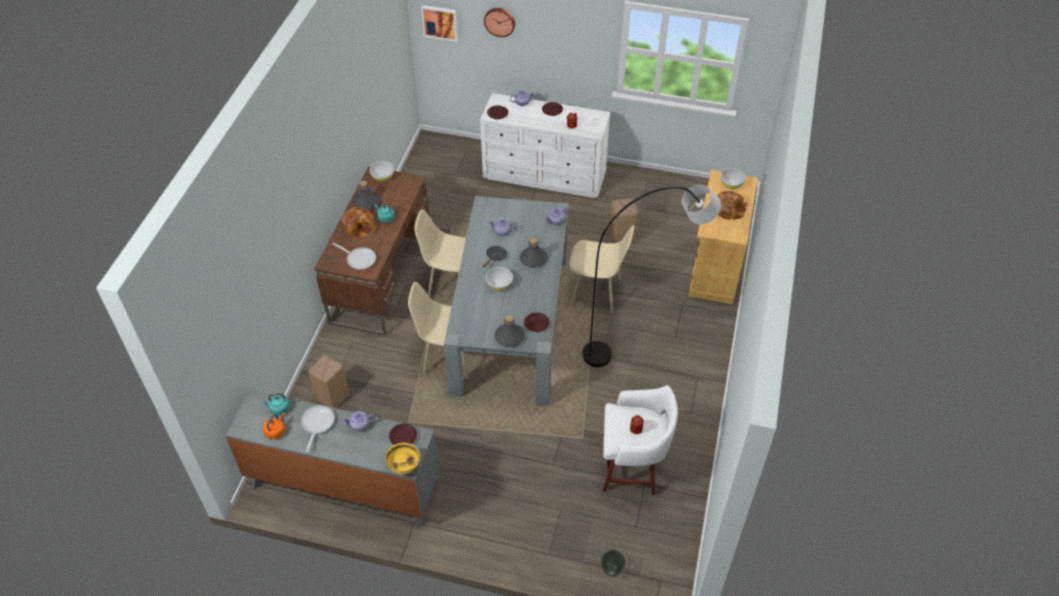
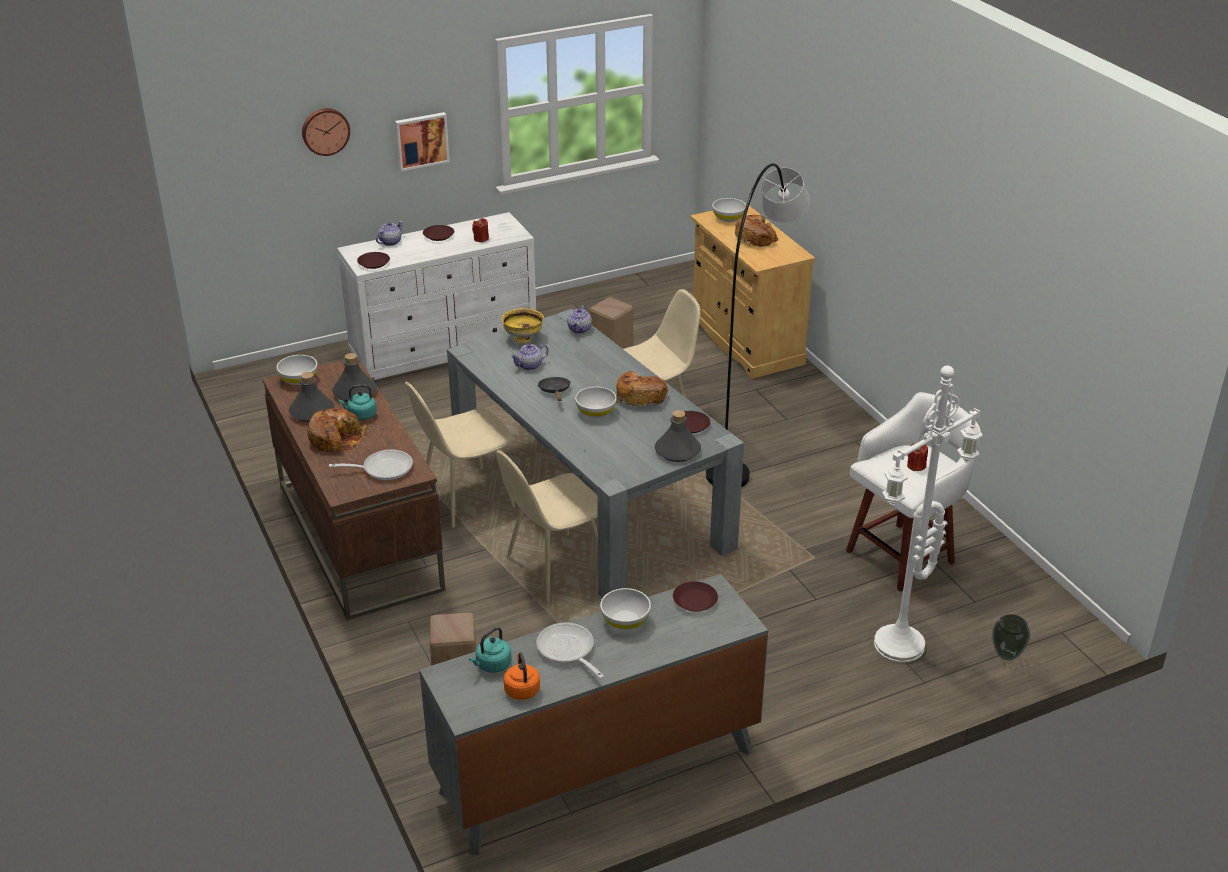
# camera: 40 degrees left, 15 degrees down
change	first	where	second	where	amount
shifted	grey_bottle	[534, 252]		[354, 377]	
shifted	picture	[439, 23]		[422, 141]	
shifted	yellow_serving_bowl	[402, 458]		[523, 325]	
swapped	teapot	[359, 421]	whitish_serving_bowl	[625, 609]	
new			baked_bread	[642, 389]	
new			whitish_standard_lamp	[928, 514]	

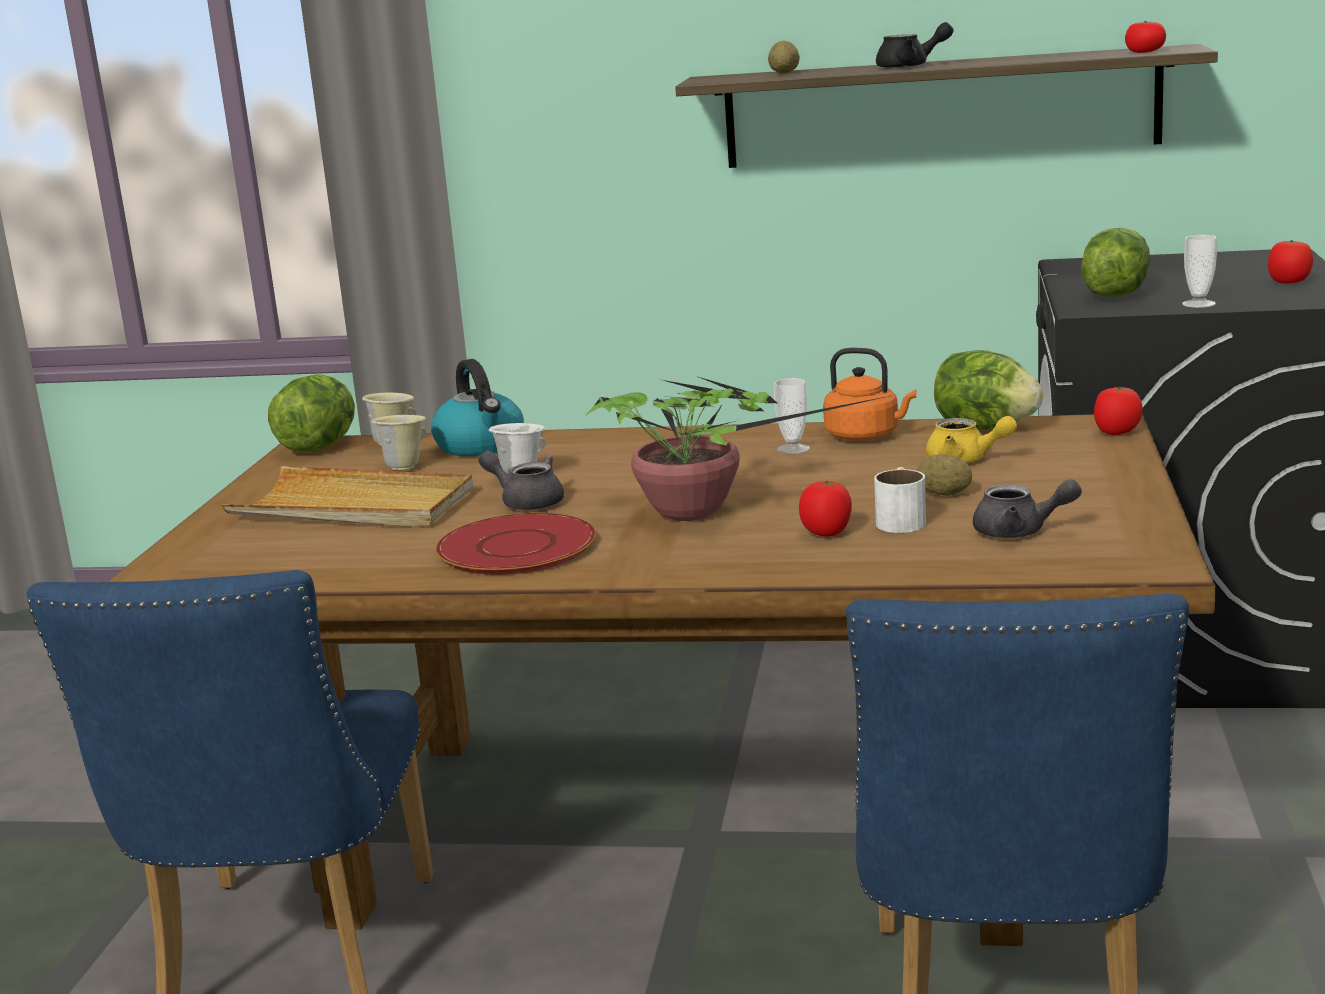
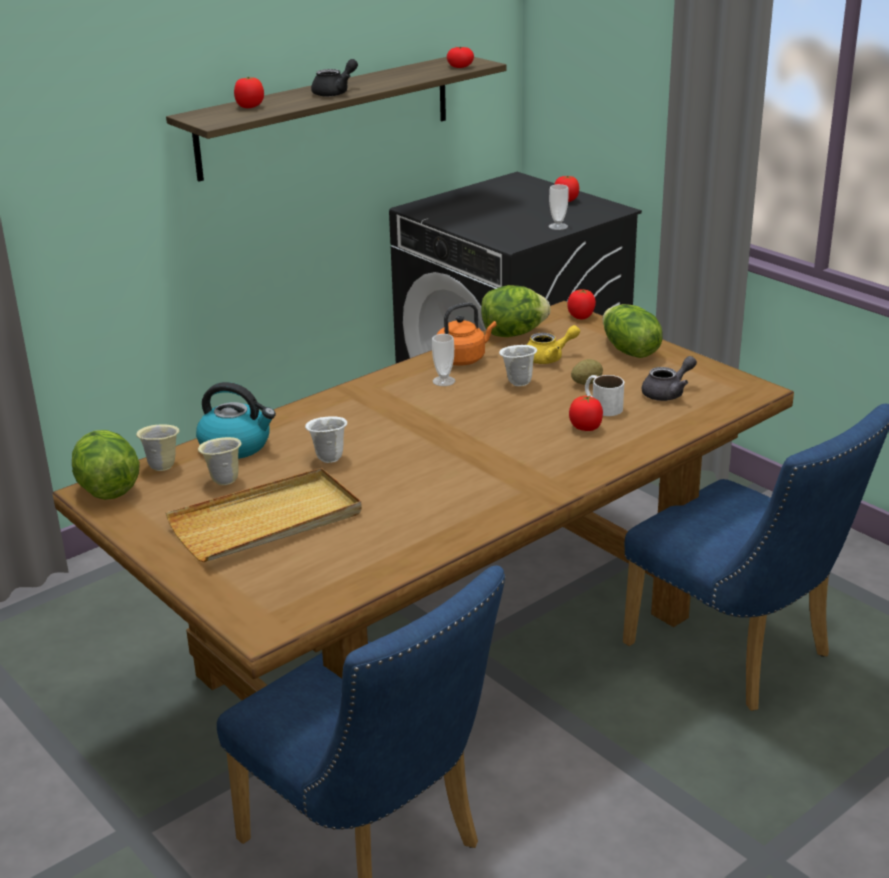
# camera: 50 degrees left, 10 degrees up
change	first	where	second	where	amount
swapped	spud	[784, 57]	tomato	[249, 92]	
new			whitish_tea_mug	[518, 365]	
shifted	head_of_lettuce	[1115, 262]		[633, 331]	
gone	red-coloured_dinner_plate	[516, 544]			
gone	grey_teapot	[521, 480]			
gone	houseplant	[739, 449]			

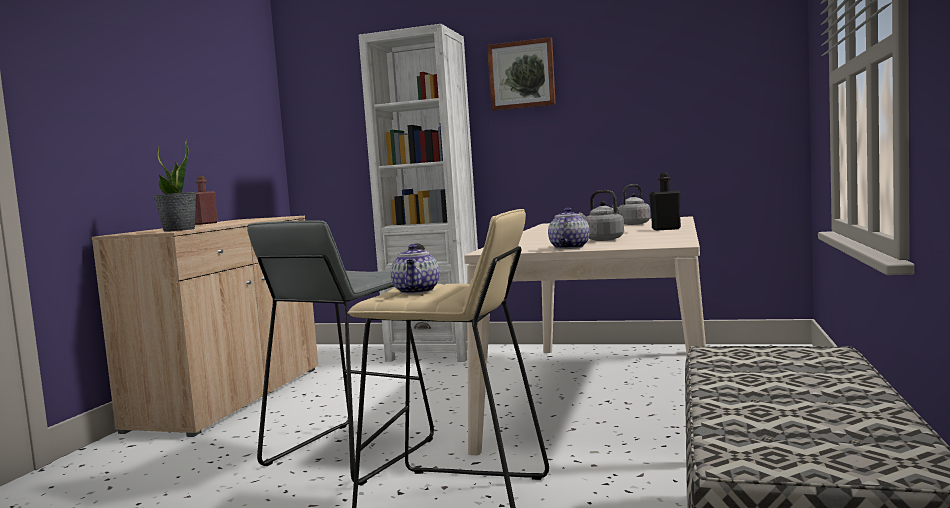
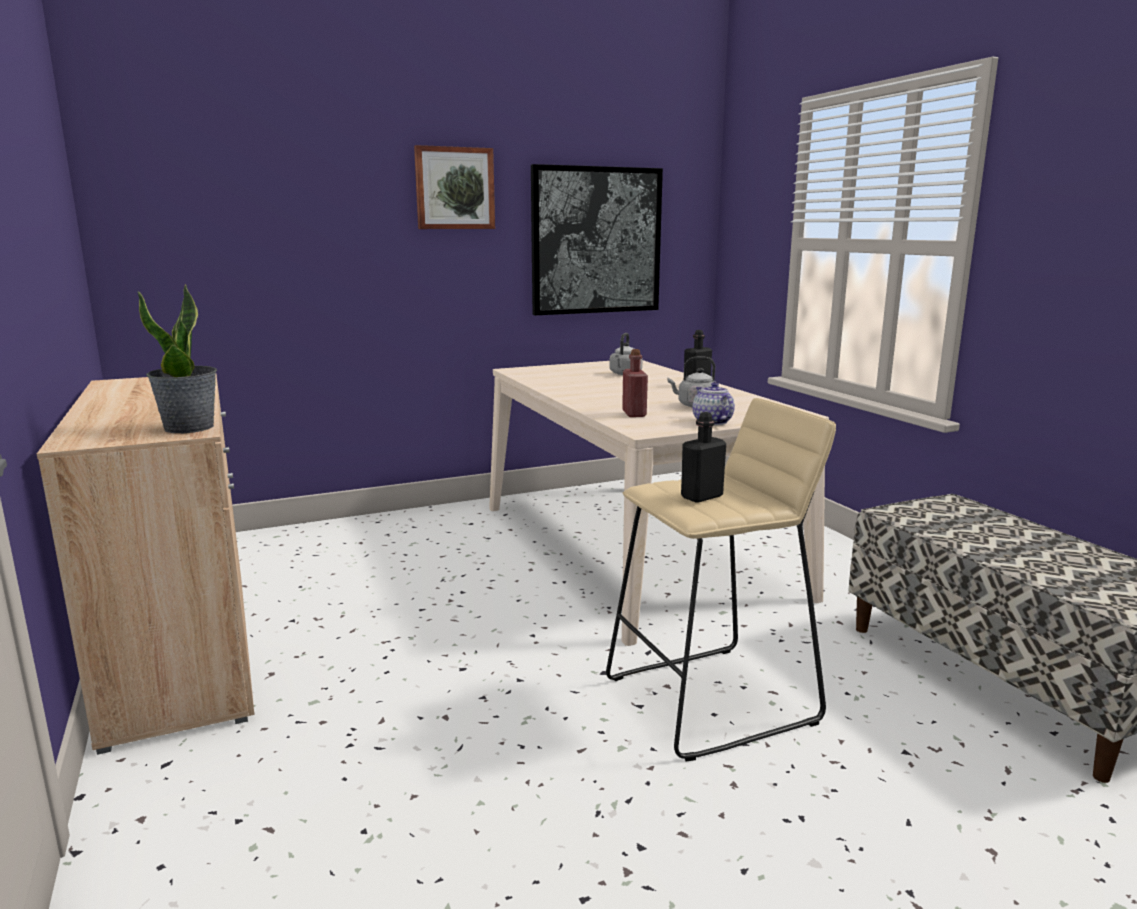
# camera: 40 degrees left, 10 degrees up
change	first	where	second	where	amount
new			picture	[597, 240]	
shifted	red-coloured_bottle	[206, 200]		[635, 383]	
swapped	teapot	[415, 269]	black-coloured_bottle	[703, 457]	
gone	grey_sitting_stool	[340, 353]			
gone	whitish_bookcase	[418, 193]			

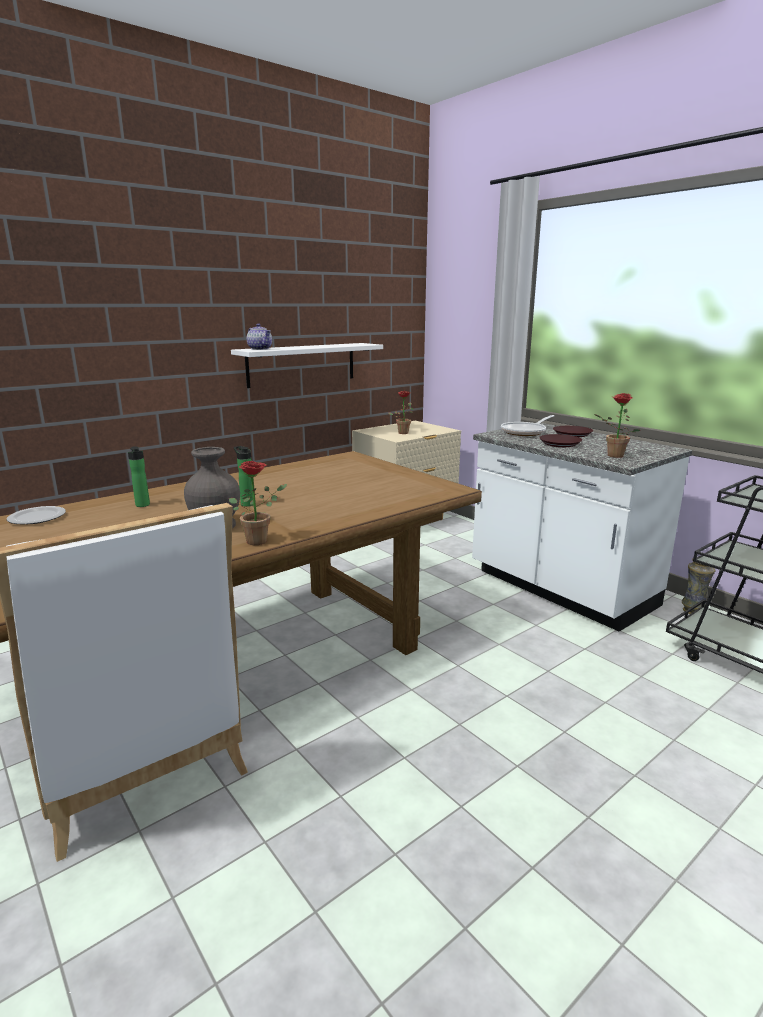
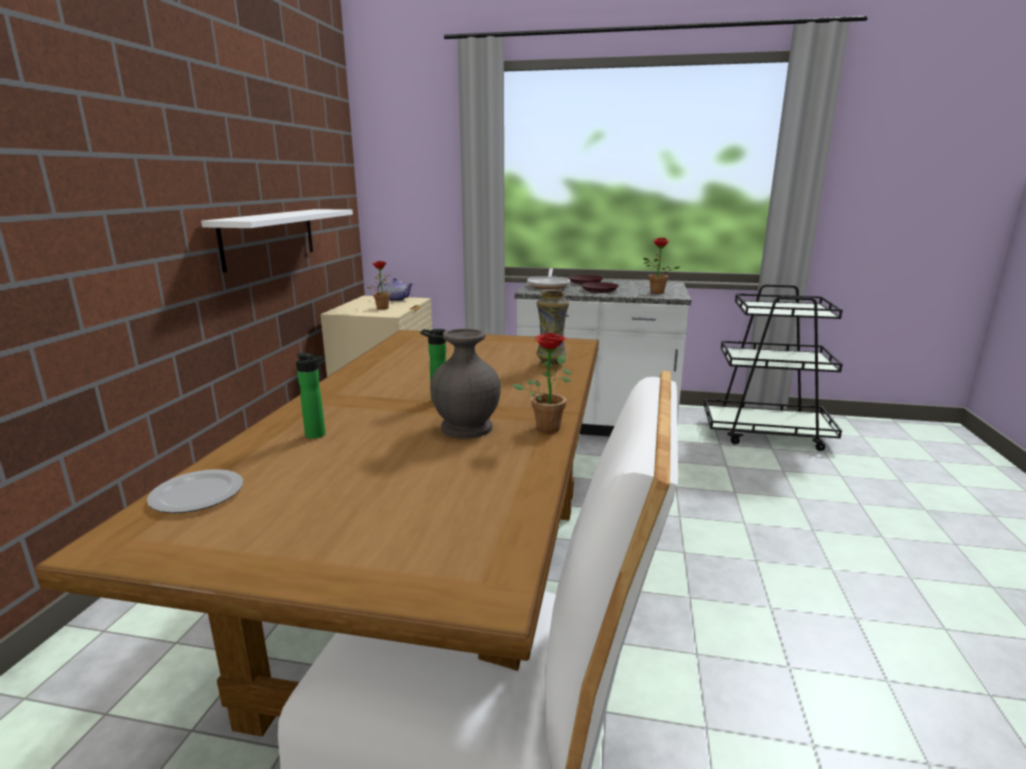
# camera: 40 degrees left, 0 degrees up
change	first	where	second	where	amount
shifted	teapot	[259, 337]		[395, 289]	
shifted	flower_vase	[698, 586]		[552, 329]	

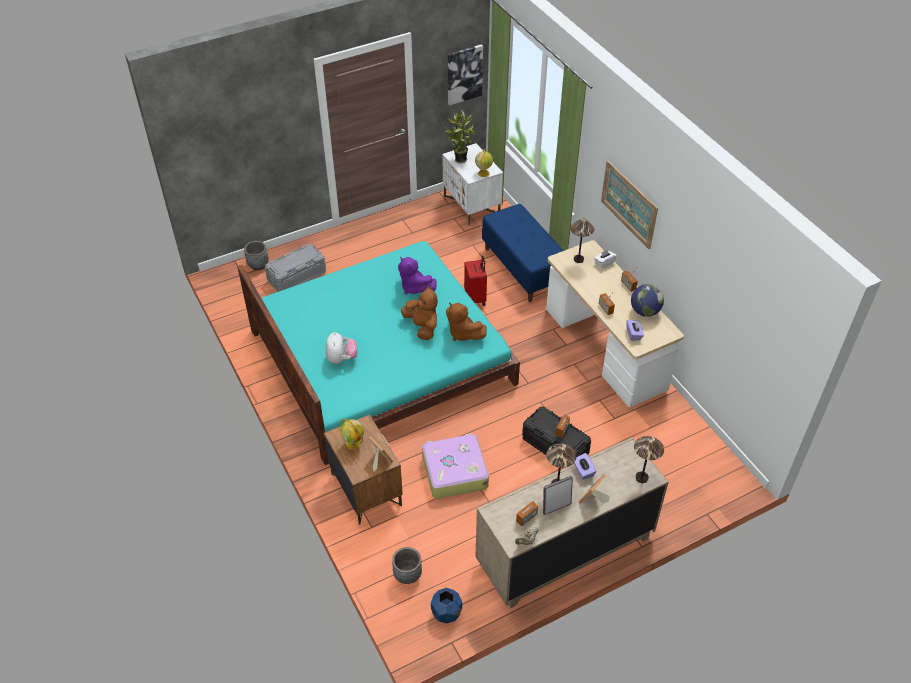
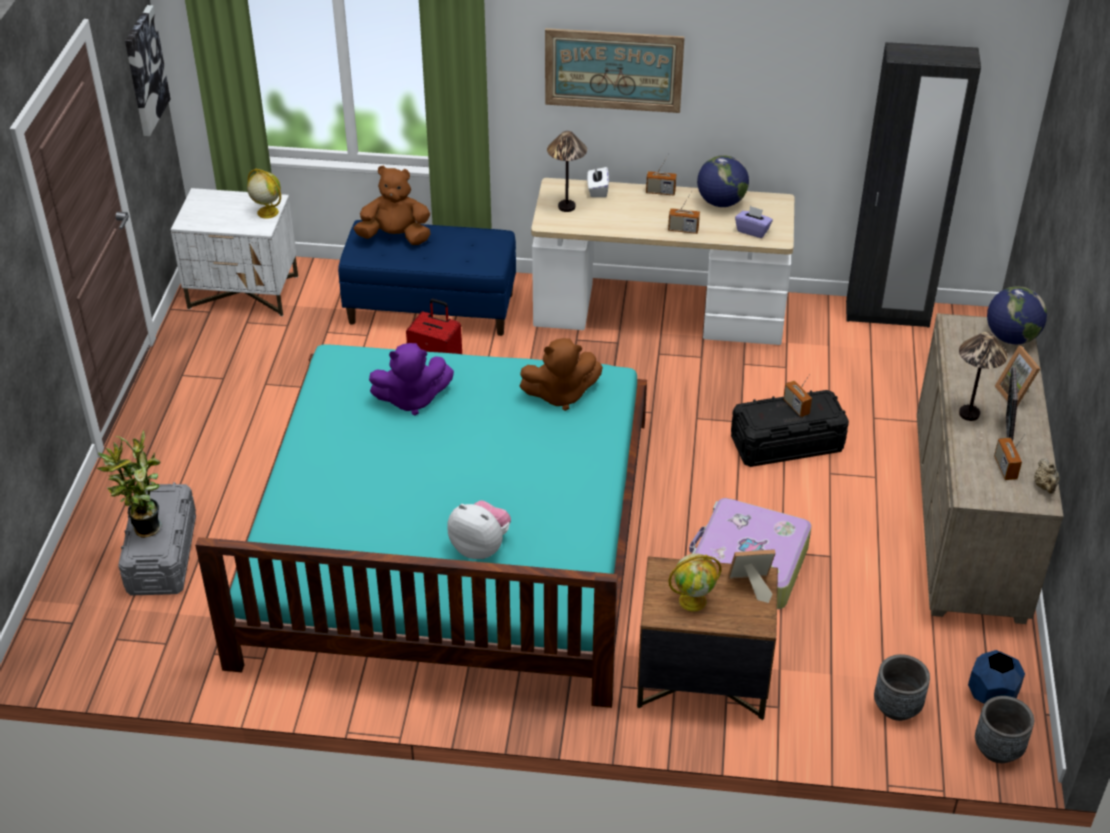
# camera: 55 degrees left, 5 degrees down
change	first	where	second	where	amount
shifted	houseplant	[460, 136]		[129, 483]	
shifted	brown_plush_toy	[419, 312]		[392, 205]	
new			black-coloured_wardrobe	[913, 185]	
shifted	grey_planter	[256, 255]		[1004, 729]	
swapped	lamp_for_a_table	[649, 459]	globe	[1017, 315]	
gone	purplish_box_of_tissues	[585, 466]			

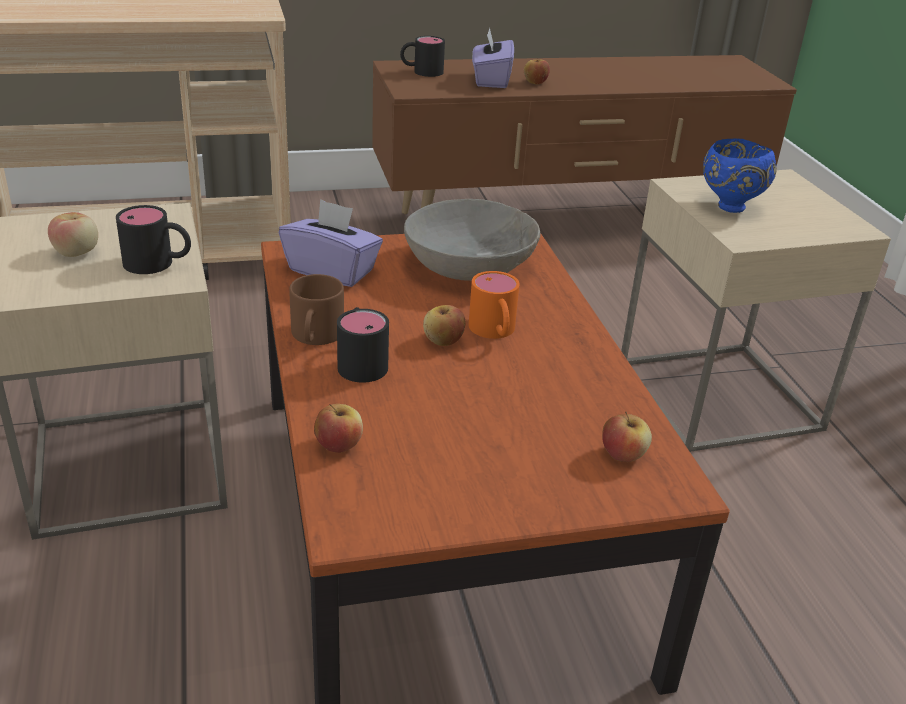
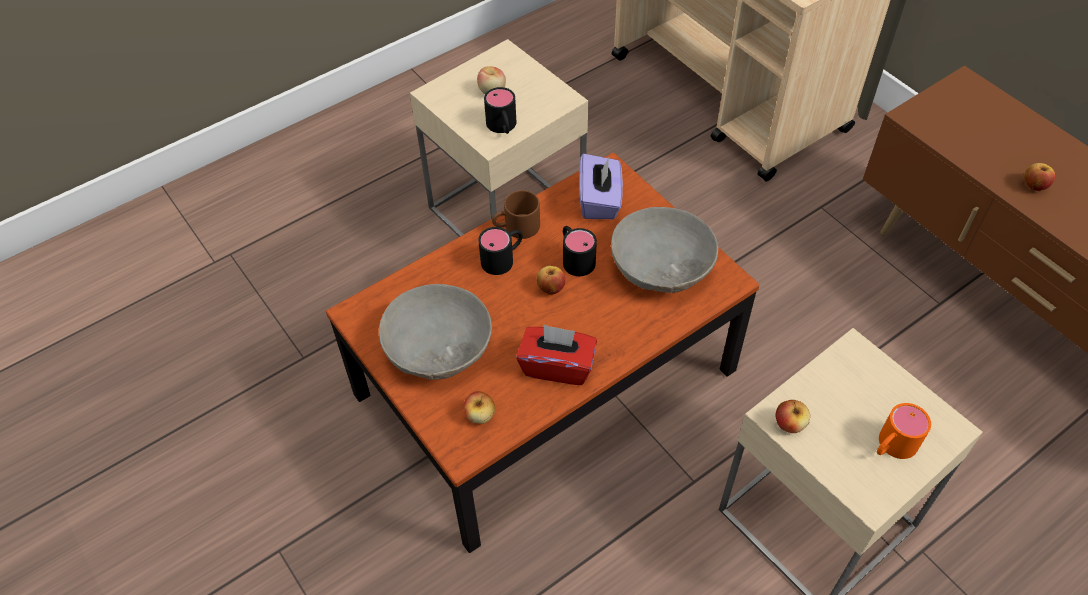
# camera: 70 degrees right, 20 degrees up
change	first	where	second	where	amount
new			grey_serving_bowl	[435, 332]	
new			red-coloured_box_of_tissues	[556, 354]	
shifted	black-coloured_tea_mug	[422, 56]		[580, 251]	
shifted	apple_fruit	[338, 428]		[792, 416]	
shifted	orange_tea_mug	[494, 305]		[904, 431]	
gone	purplish_box_of_tissues	[493, 57]			
gone	bluish_serving_bowl	[740, 175]			

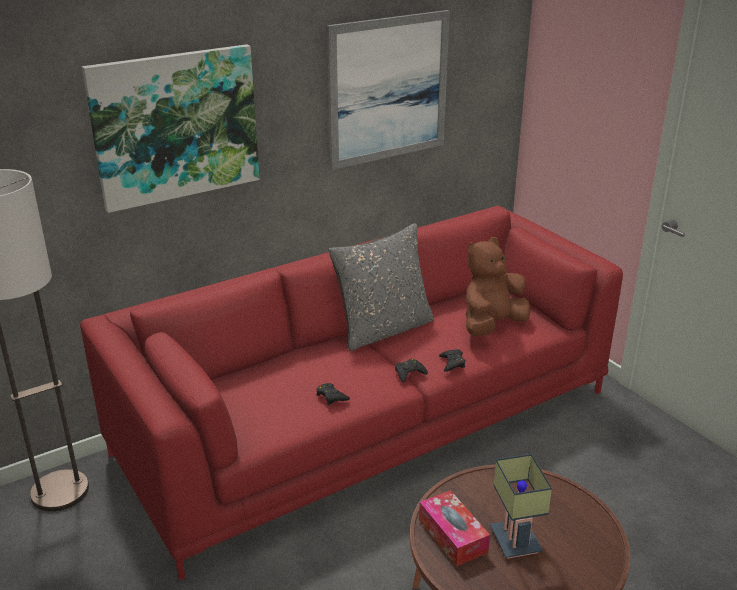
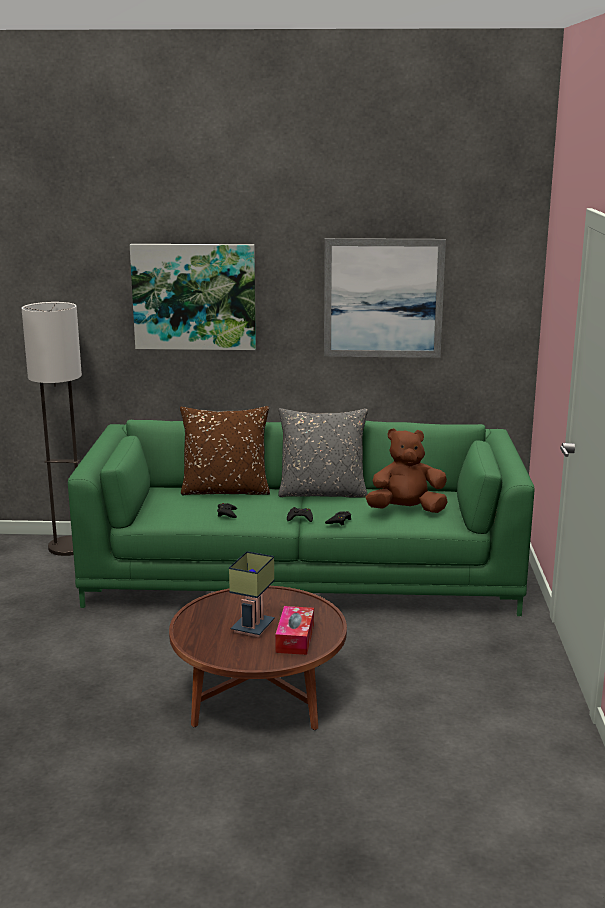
# camera: 35 degrees right, 10 degrees down
change	first	where	second	where	amount
repainted	red-coloured_couch	[351, 393]	greenish_couch	[301, 518]	
new			brown_pillow	[225, 451]	
shifted	box_of_tissues	[454, 528]		[294, 630]	

